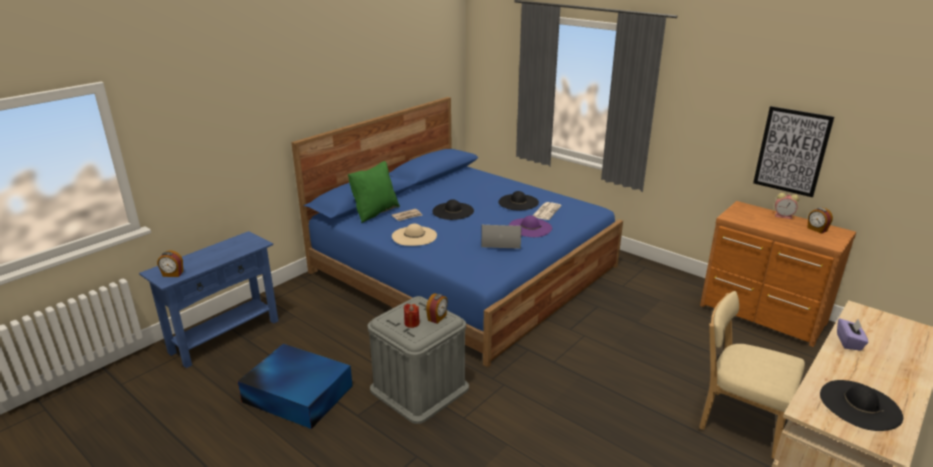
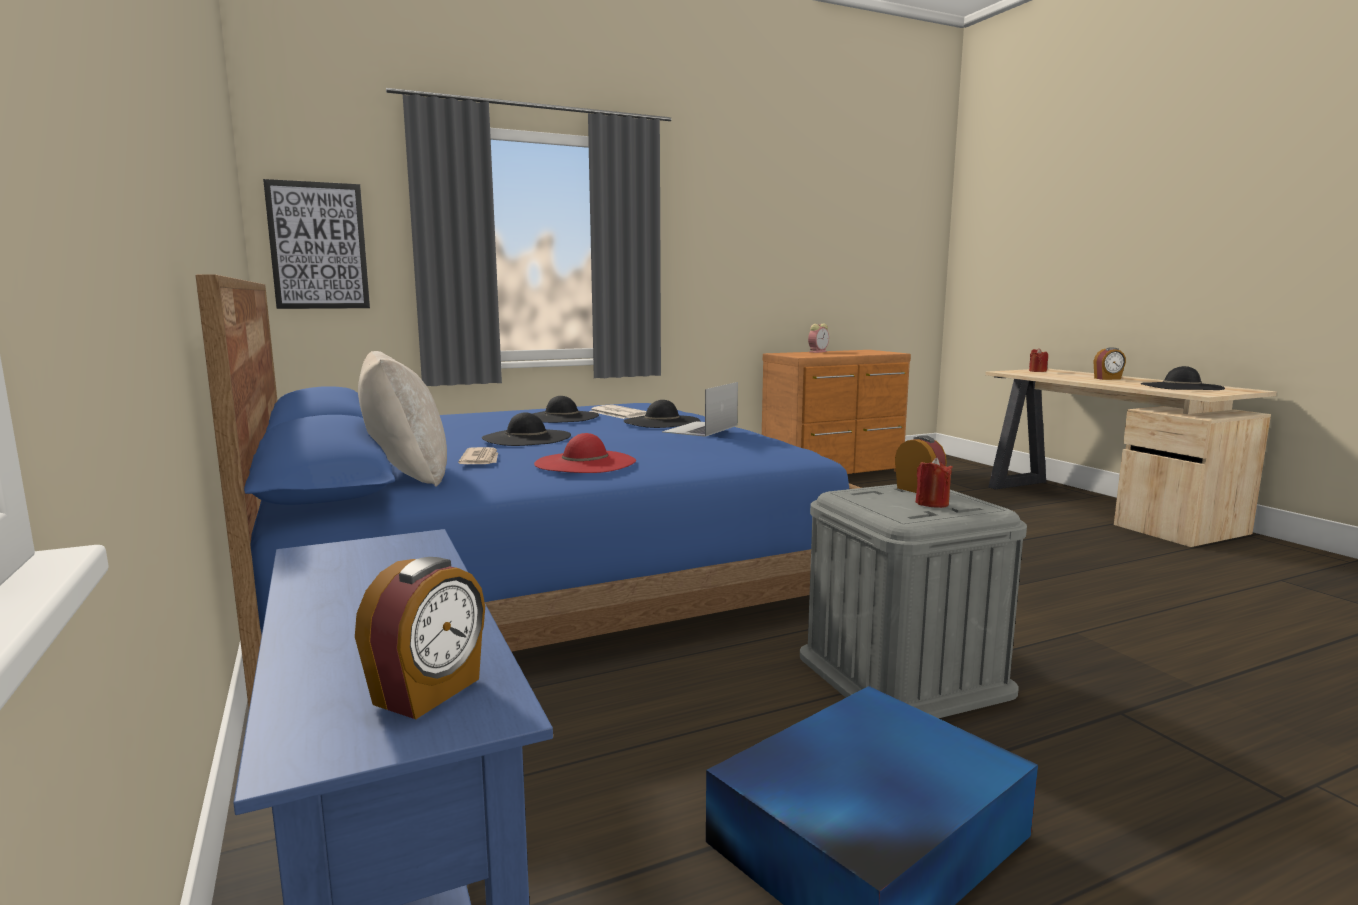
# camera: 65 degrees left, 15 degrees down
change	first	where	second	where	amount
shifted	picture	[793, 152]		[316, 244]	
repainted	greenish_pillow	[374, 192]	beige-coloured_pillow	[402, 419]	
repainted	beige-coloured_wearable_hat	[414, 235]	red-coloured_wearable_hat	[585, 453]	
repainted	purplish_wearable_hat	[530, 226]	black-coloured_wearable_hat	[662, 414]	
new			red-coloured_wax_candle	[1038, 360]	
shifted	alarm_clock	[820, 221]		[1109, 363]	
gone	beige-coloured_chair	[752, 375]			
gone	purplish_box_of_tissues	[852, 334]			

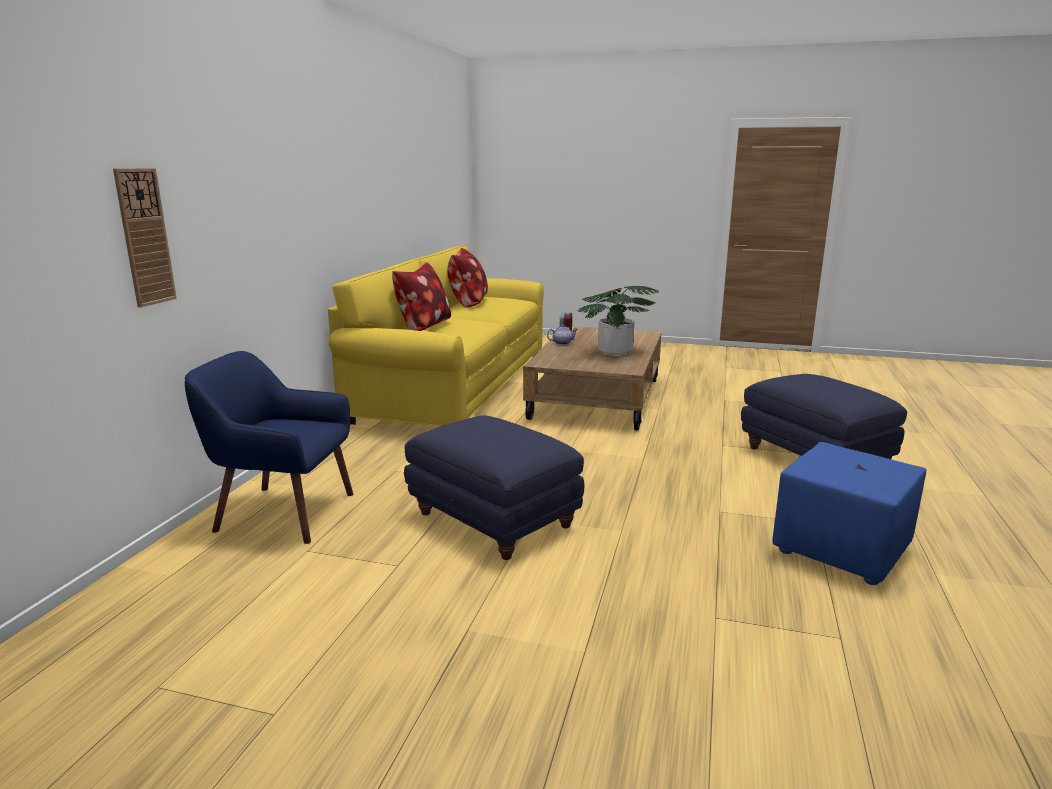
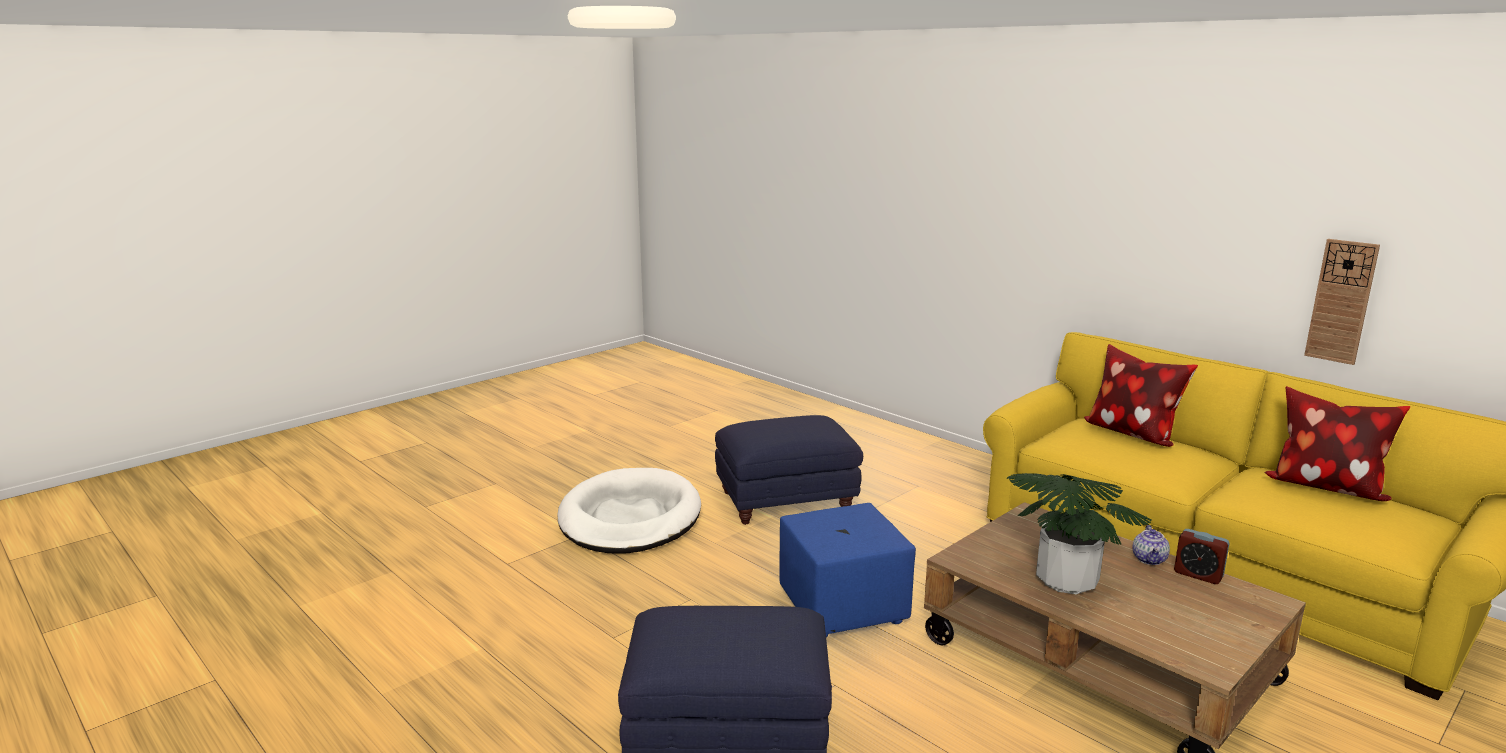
# camera: 120 degrees right, 0 degrees up
change	first	where	second	where	amount
new			whitish_dog_bed	[629, 511]	
shifted	bluish_ottoman	[849, 513]		[847, 570]	
shifted	clock_on_the_wall	[145, 237]		[1342, 302]	
gone	bluish_lounge_chair	[269, 447]			

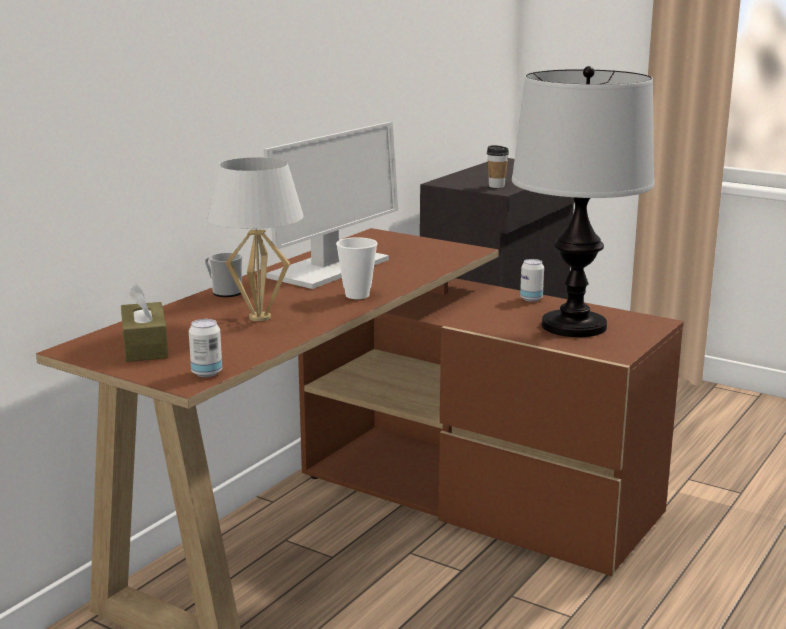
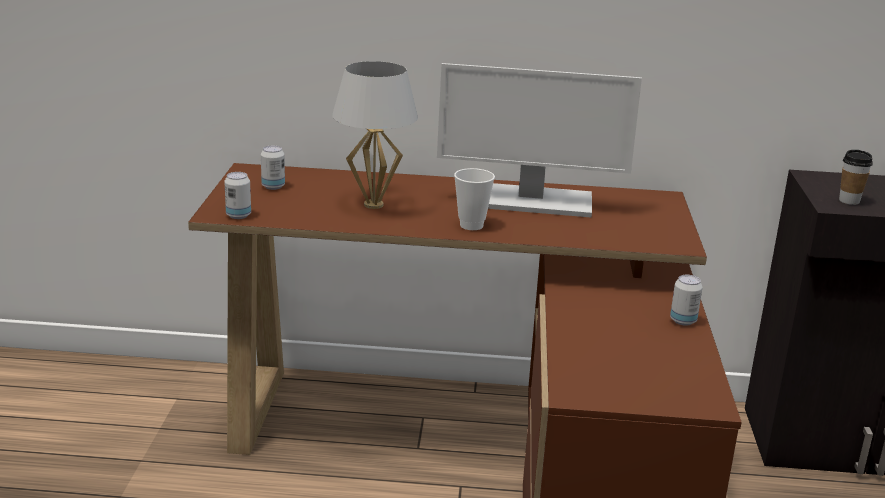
# camera: 60 degrees right, 5 degrees up
change	first	where	second	where	amount
swapped	brown_box_of_tissues	[144, 323]	metal_can	[273, 168]	
gone	tea_mug	[223, 275]			
gone	lamp_for_a_table	[583, 201]			

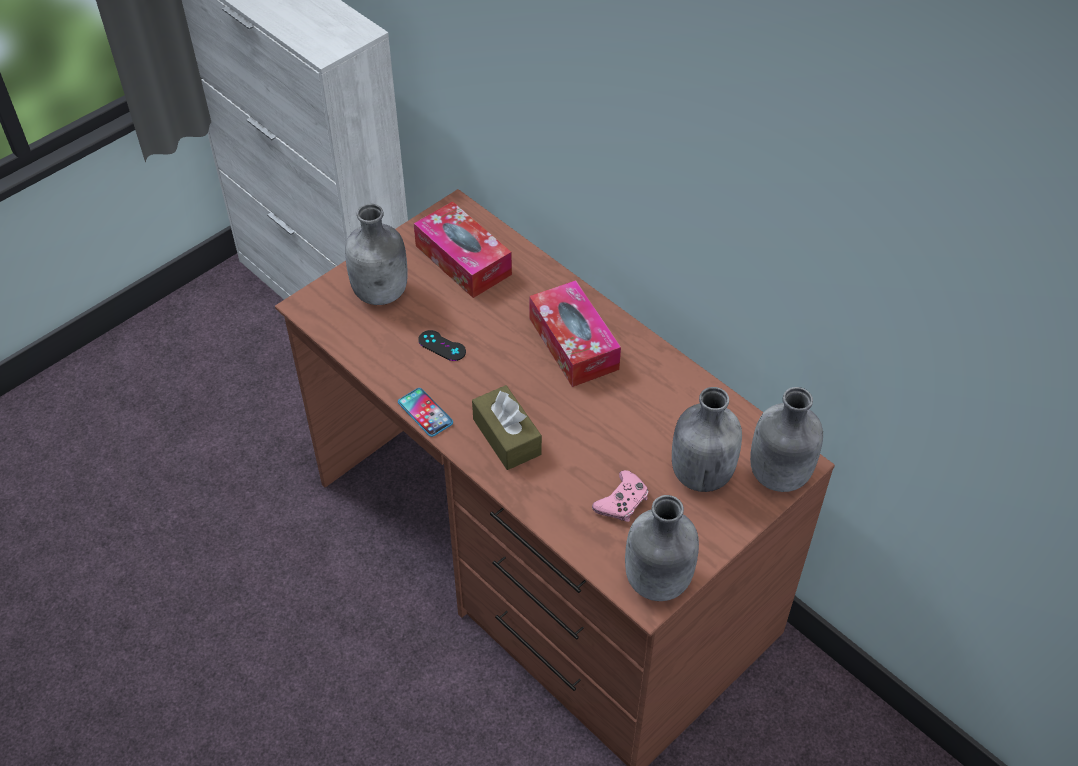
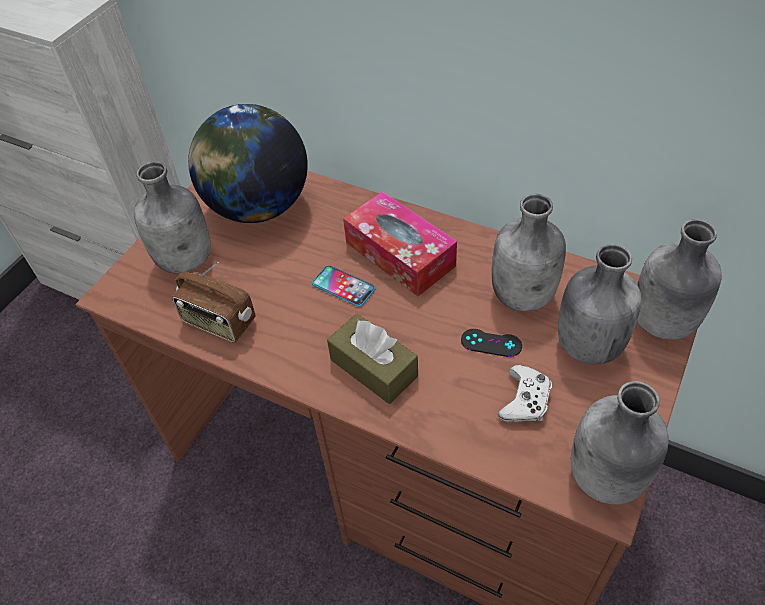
# camera: 15 degrees left, 0 degrees up
change	first	where	second	where	amount
new			radio_receiver	[214, 302]	
swapped	box_of_tissues	[463, 249]	globe	[248, 163]	
shifted	handset	[425, 412]		[344, 286]	
shifted	black-coloured_gamepad	[442, 345]		[491, 343]	
new			grey_bottle	[529, 252]	
repainted	pink-coloured_gamepad	[620, 496]	whitish_gamepad	[525, 393]	

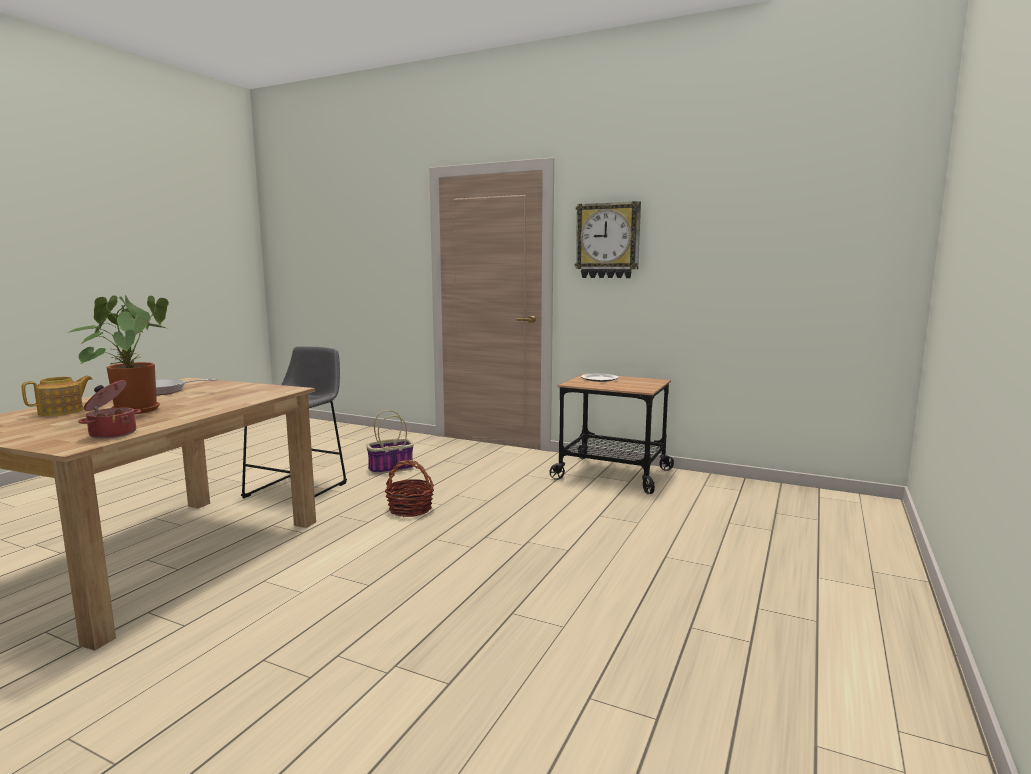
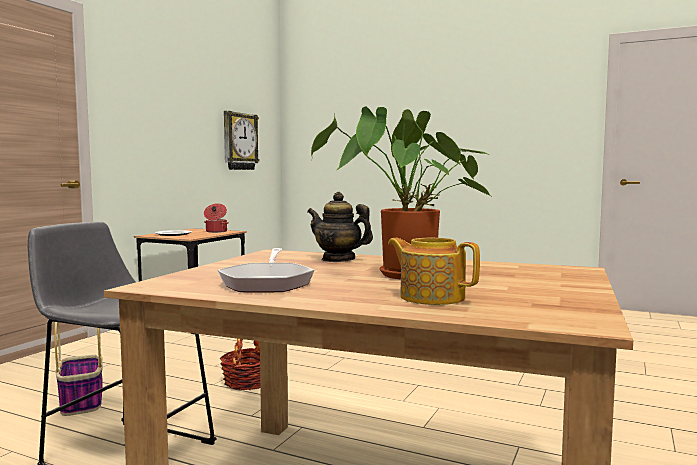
# camera: 90 degrees left, 5 degrees down
change	first	where	second	where	amount
shifted	stockpot	[109, 409]		[216, 218]	
shifted	clock_on_the_wall	[608, 239]		[241, 140]	
new			teapot	[340, 227]	

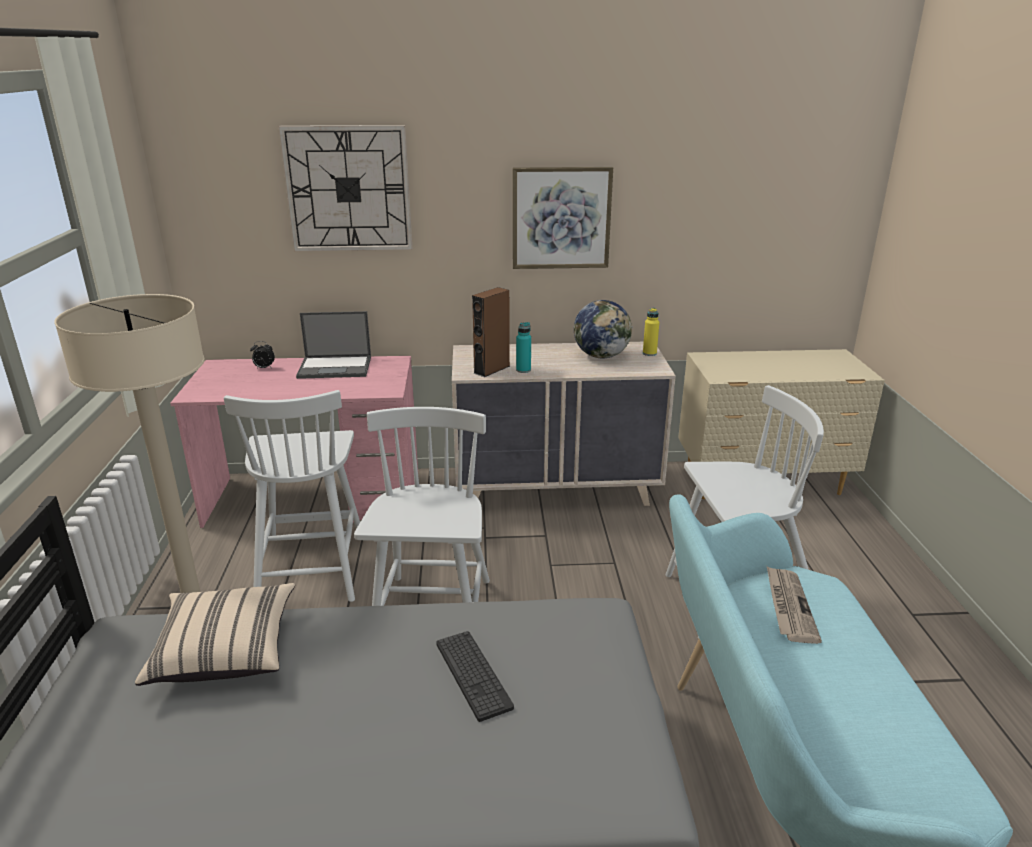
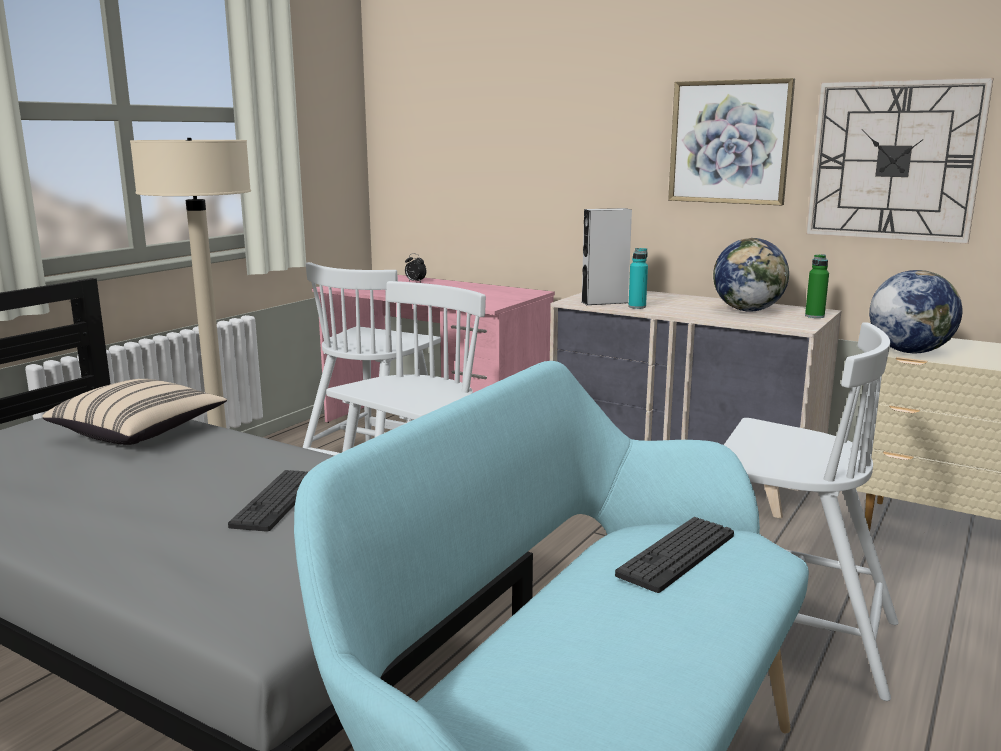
# camera: 35 degrees right, 10 degrees down
change	first	where	second	where	amount
repainted	brown_loudspeaker	[491, 332]	grey_loudspeaker	[607, 256]	
swapped	printed_paper	[794, 605]	keyboard	[674, 555]	
repainted	yellow_bottle	[651, 332]	greenish_bottle	[817, 286]	
shifted	clock_on_the_wall	[345, 188]		[900, 161]	
new			globe	[915, 311]	
gone	notebook_computer	[333, 345]			

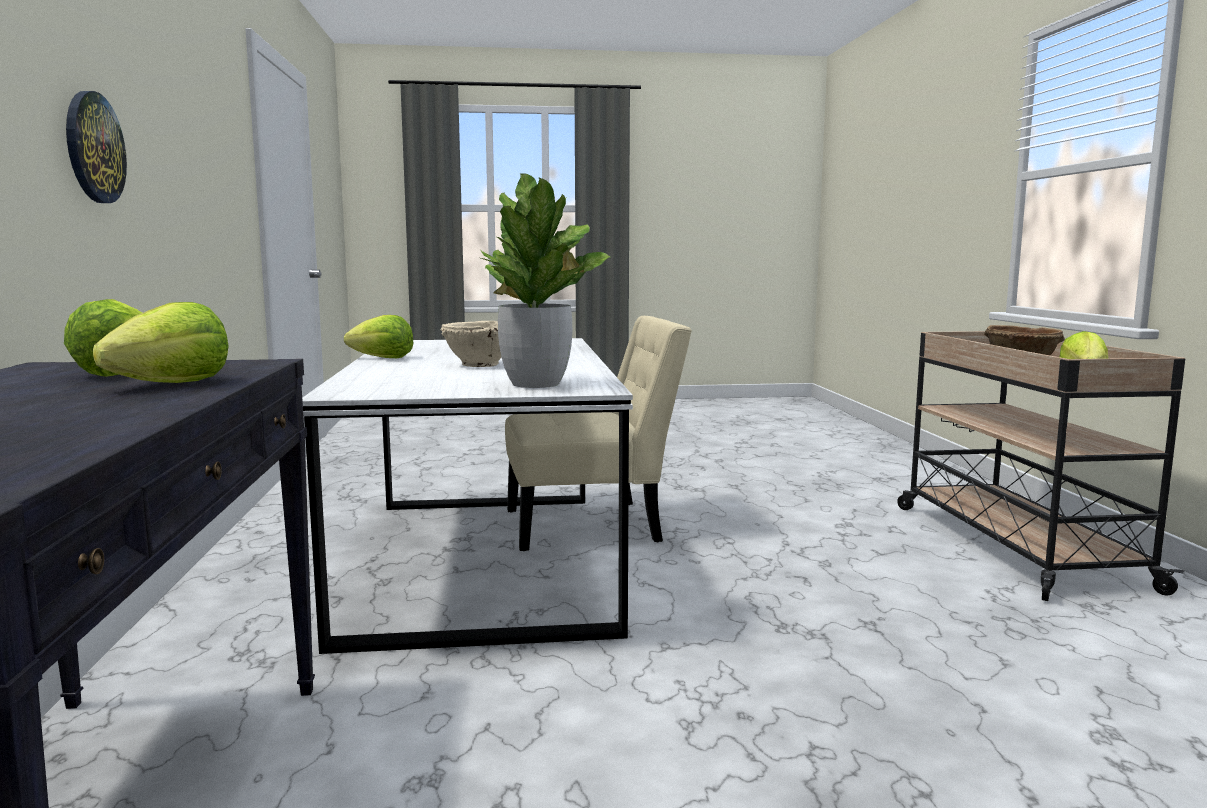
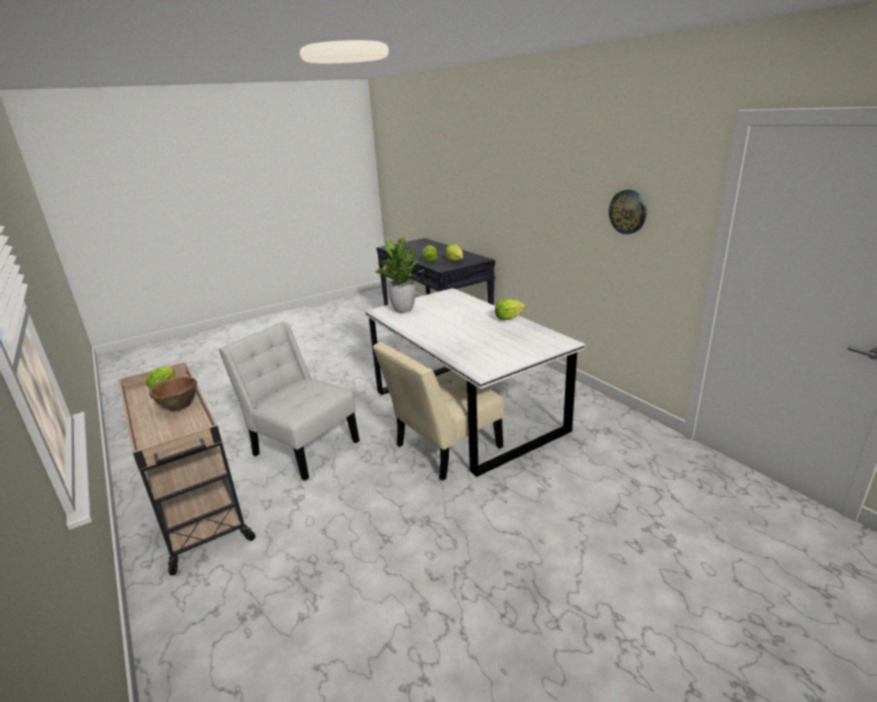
# camera: 155 degrees right, 15 degrees up
change	first	where	second	where	amount
new			whitish_chair	[289, 401]	
shifted	clock_on_the_wall	[96, 147]		[628, 212]	
gone	beige-coloured_serving_bowl	[471, 344]			

